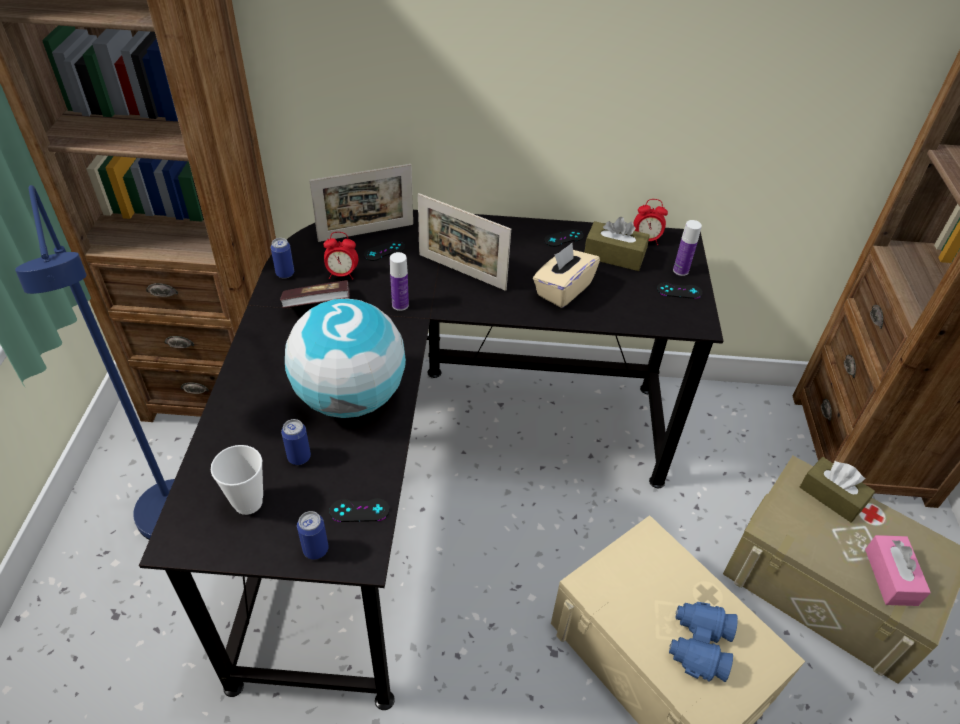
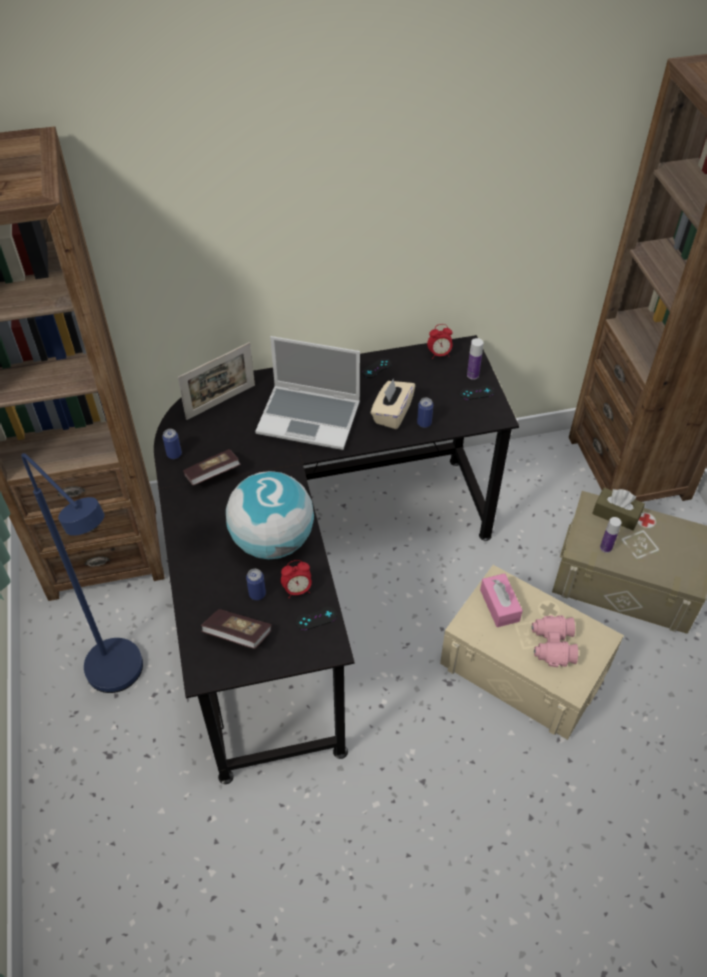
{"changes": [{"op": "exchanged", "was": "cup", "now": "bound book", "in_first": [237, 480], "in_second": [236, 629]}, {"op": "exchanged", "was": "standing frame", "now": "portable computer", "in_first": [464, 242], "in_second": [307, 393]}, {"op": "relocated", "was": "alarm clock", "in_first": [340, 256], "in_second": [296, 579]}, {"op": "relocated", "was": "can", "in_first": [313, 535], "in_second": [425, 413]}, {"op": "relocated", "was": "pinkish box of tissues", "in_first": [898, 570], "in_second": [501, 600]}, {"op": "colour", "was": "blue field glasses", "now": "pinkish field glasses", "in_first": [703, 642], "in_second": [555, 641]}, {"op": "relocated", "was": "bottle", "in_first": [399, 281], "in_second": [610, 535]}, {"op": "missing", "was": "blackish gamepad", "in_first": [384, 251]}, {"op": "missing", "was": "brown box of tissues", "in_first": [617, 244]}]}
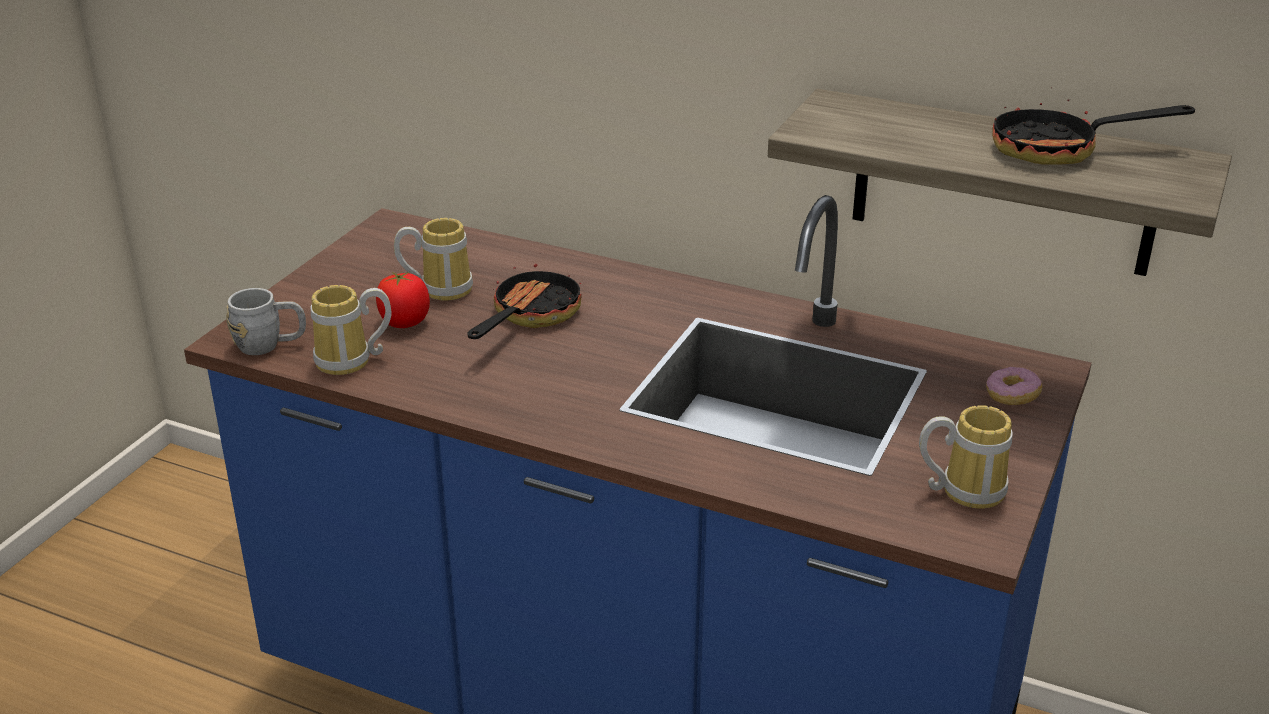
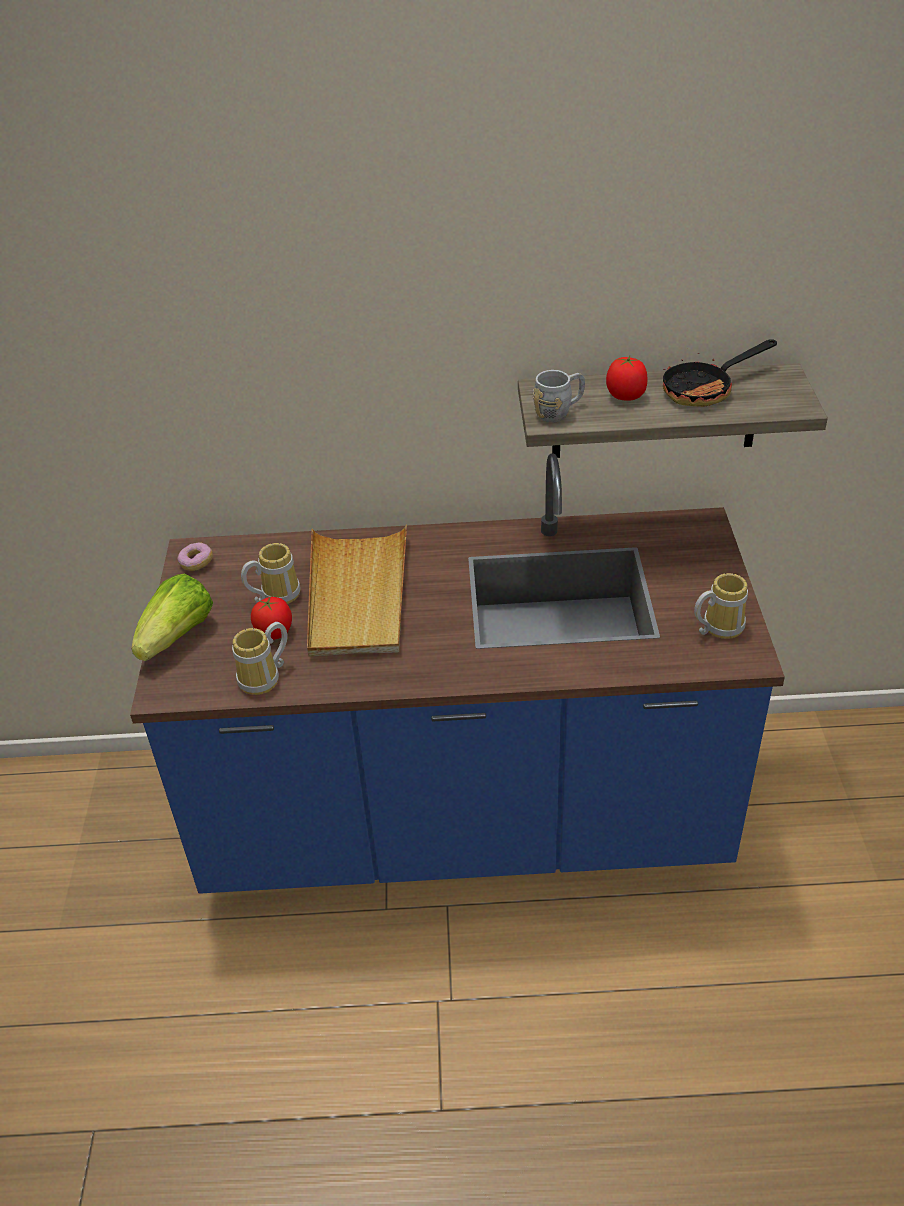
{"changes": [{"op": "appeared", "now": "lettuce head", "in_second": [172, 617]}, {"op": "relocated", "was": "ring doughnut", "in_first": [1014, 386], "in_second": [195, 556]}, {"op": "exchanged", "was": "frying pan", "now": "sand-coloured serving tray", "in_first": [524, 301], "in_second": [357, 590]}, {"op": "relocated", "was": "gray tea mug", "in_first": [266, 321], "in_second": [559, 396]}, {"op": "appeared", "now": "fresh tomato", "in_second": [626, 378]}]}
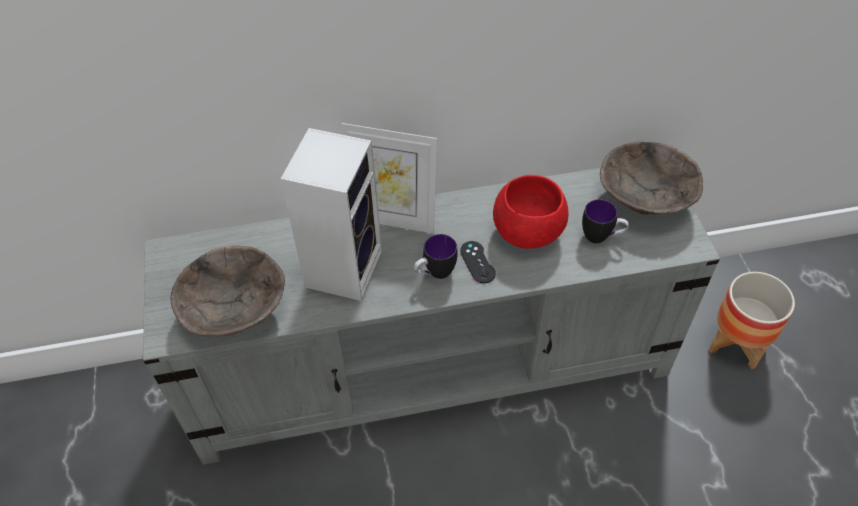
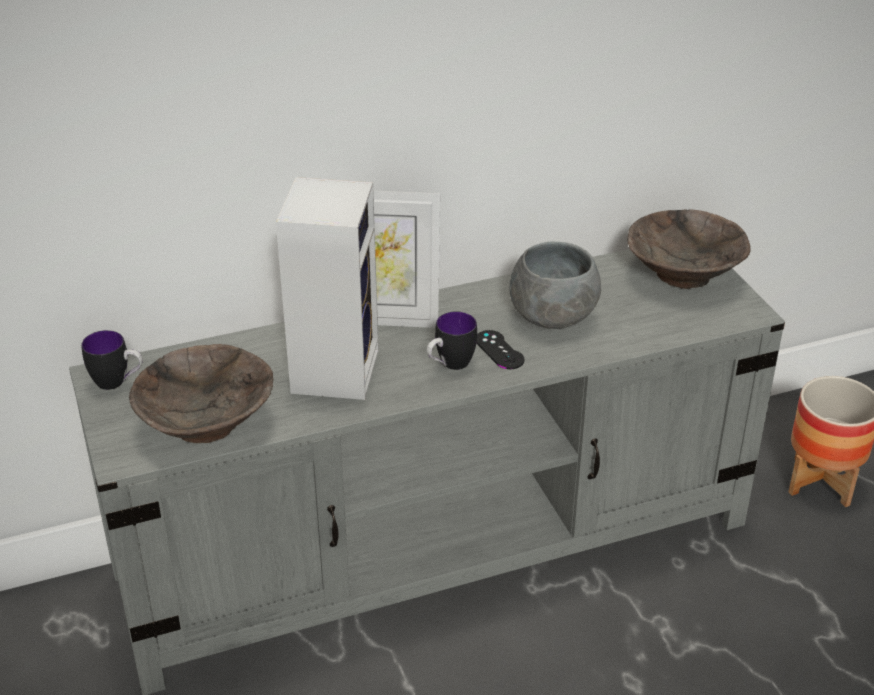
{"changes": [{"op": "relocated", "was": "tea mug", "in_first": [605, 221], "in_second": [112, 360]}, {"op": "colour", "was": "red deep dish", "now": "gray deep dish", "in_first": [530, 212], "in_second": [555, 285]}]}
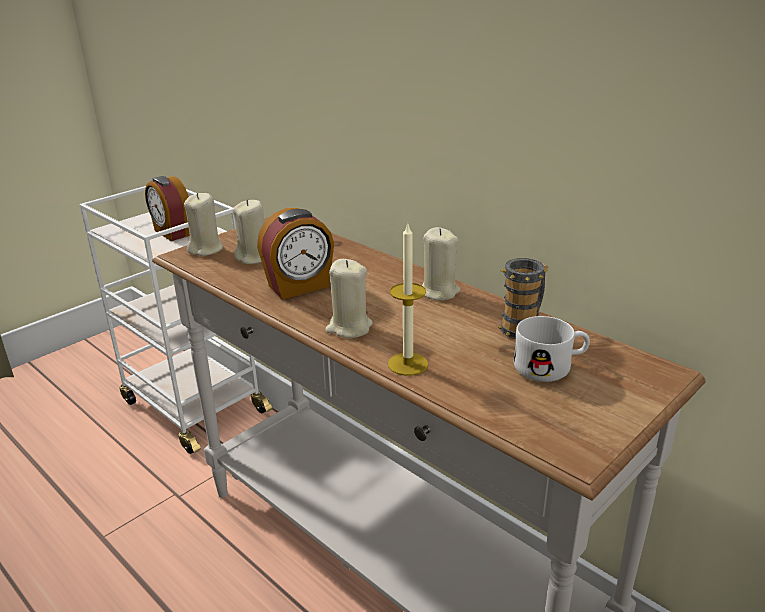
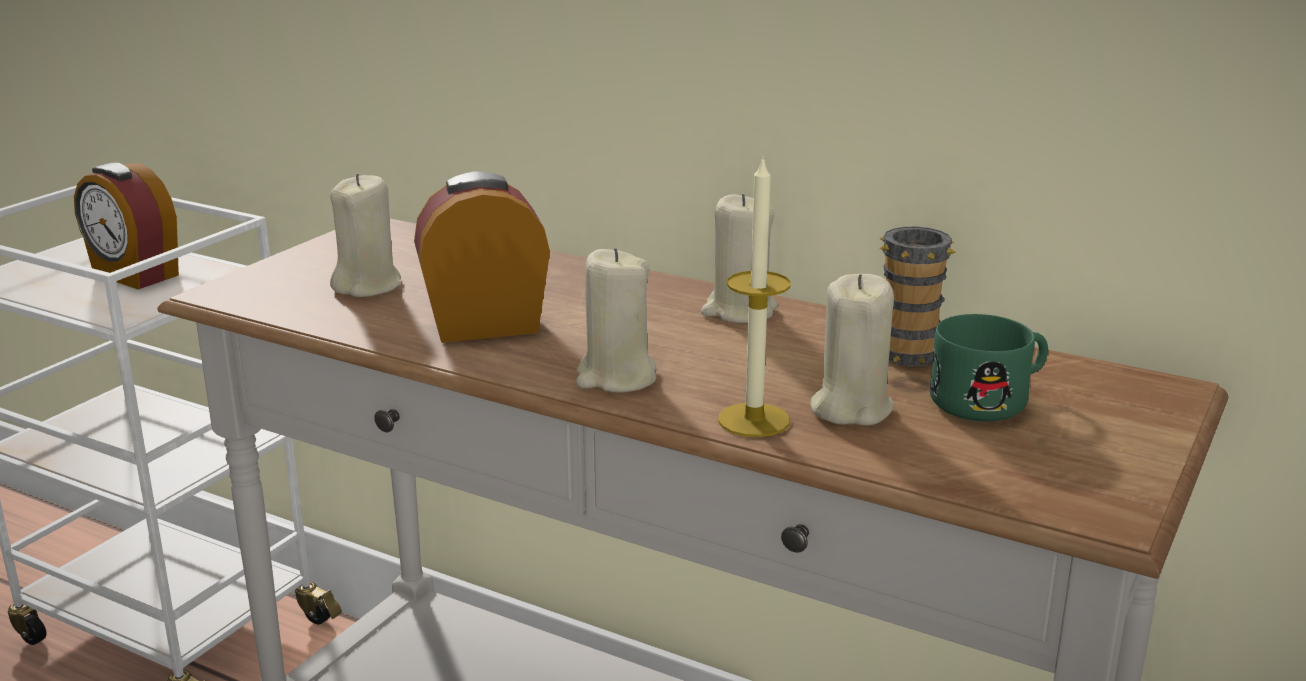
{"changes": [{"op": "spun", "was": "alarm clock", "in_first": [295, 254], "in_second": [482, 257], "clockwise": -150}, {"op": "relocated", "was": "sand-coloured wax light", "in_first": [203, 224], "in_second": [852, 350]}, {"op": "colour", "was": "white-coloured tea mug", "now": "green-coloured tea mug", "in_first": [552, 349], "in_second": [989, 367]}]}
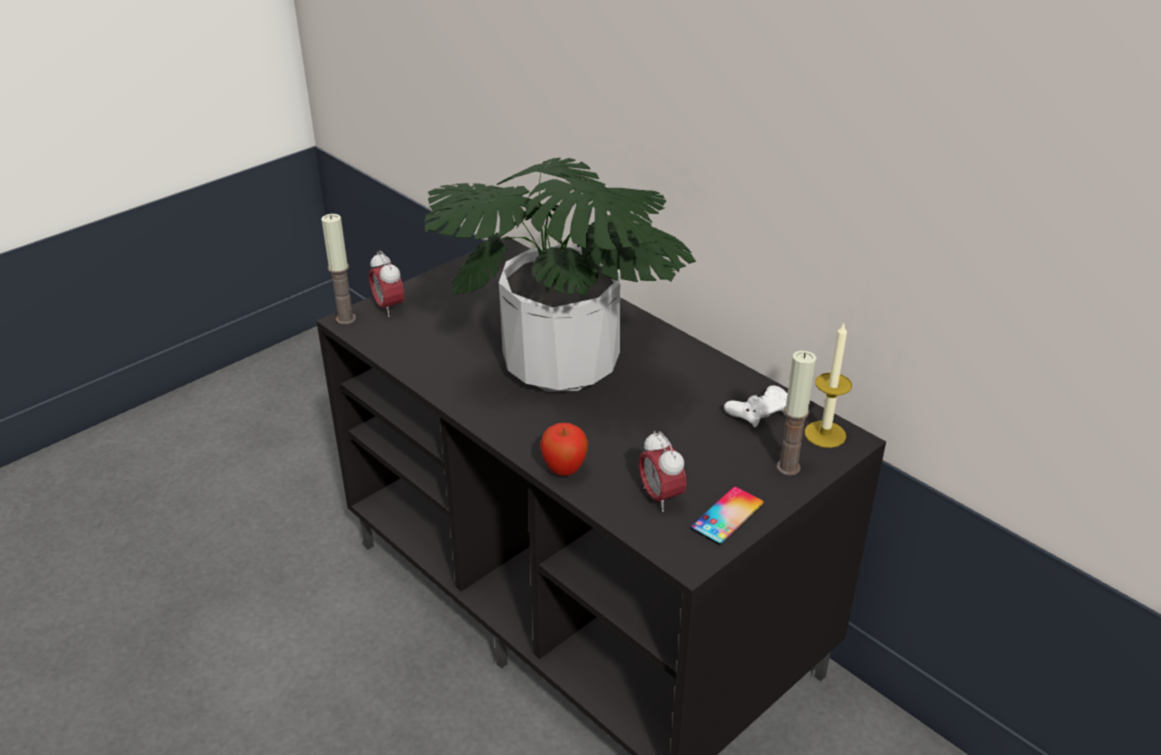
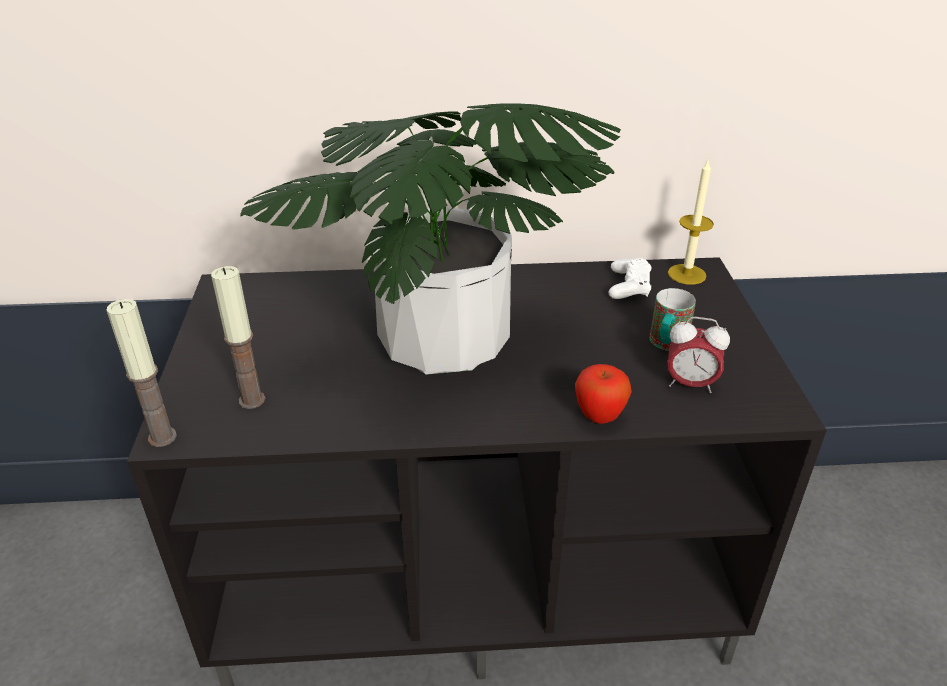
{"changes": [{"op": "relocated", "was": "wax light", "in_first": [796, 413], "in_second": [238, 337]}, {"op": "appeared", "now": "tea mug", "in_second": [673, 319]}, {"op": "missing", "was": "alarm clock", "in_first": [386, 284]}, {"op": "missing", "was": "phone", "in_first": [727, 516]}]}
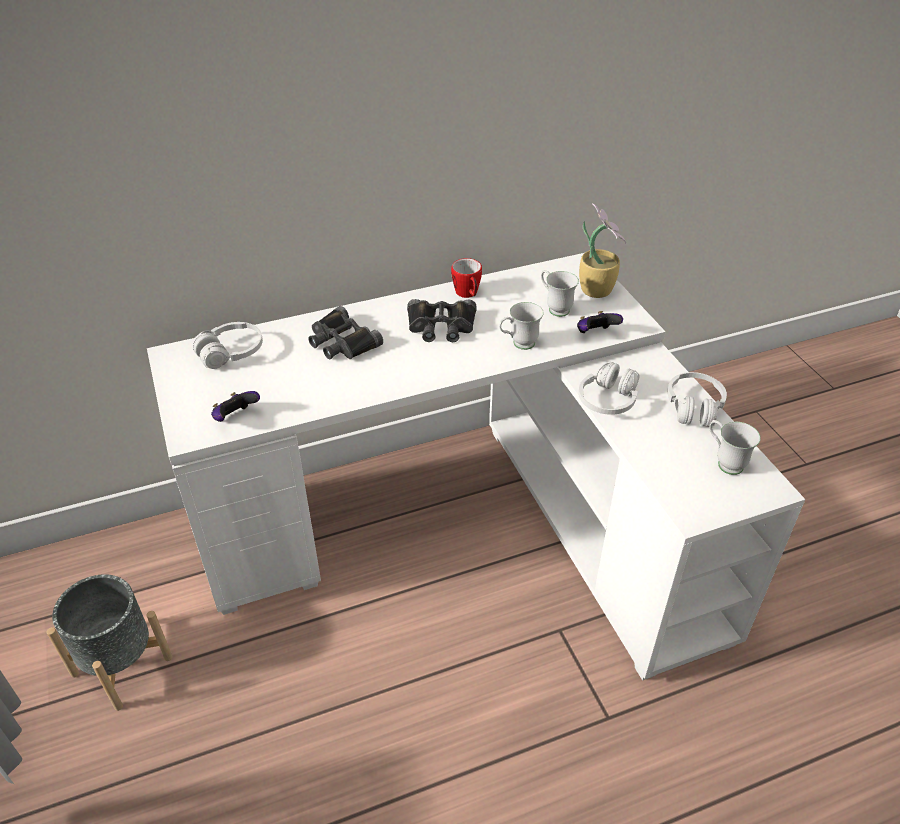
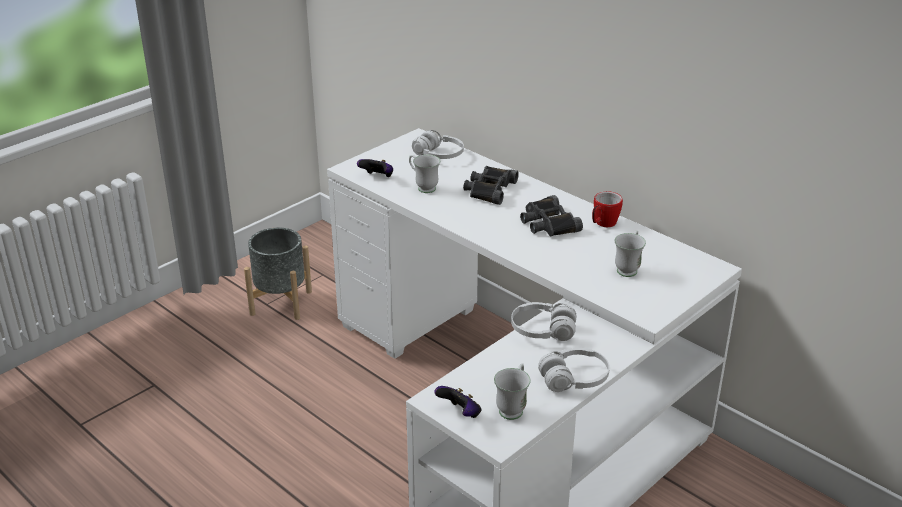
{"changes": [{"op": "relocated", "was": "white-coloured tea mug", "in_first": [521, 326], "in_second": [424, 174]}, {"op": "relocated", "was": "gamepad", "in_first": [600, 322], "in_second": [457, 402]}, {"op": "missing", "was": "potted plant", "in_first": [602, 250]}]}
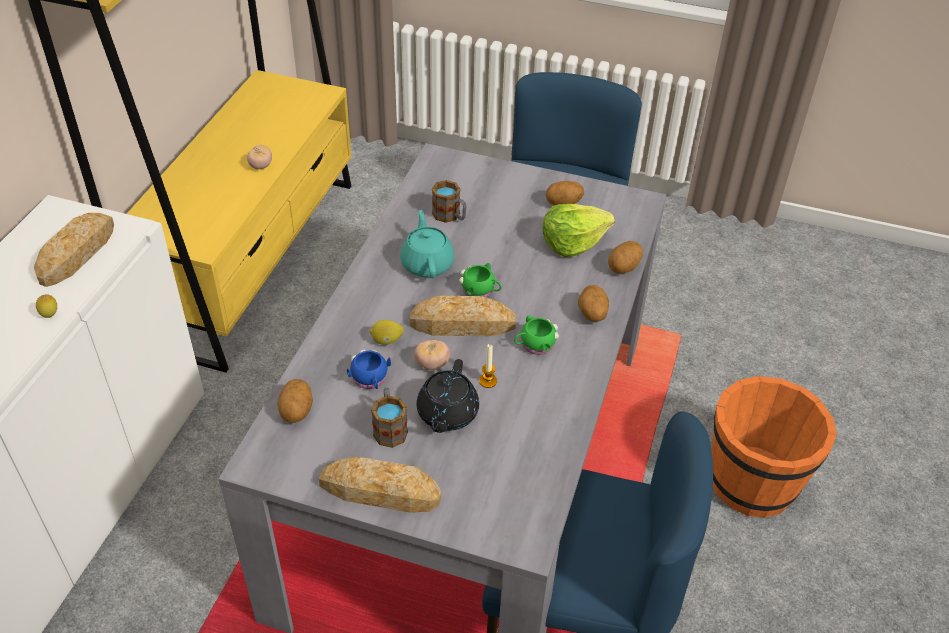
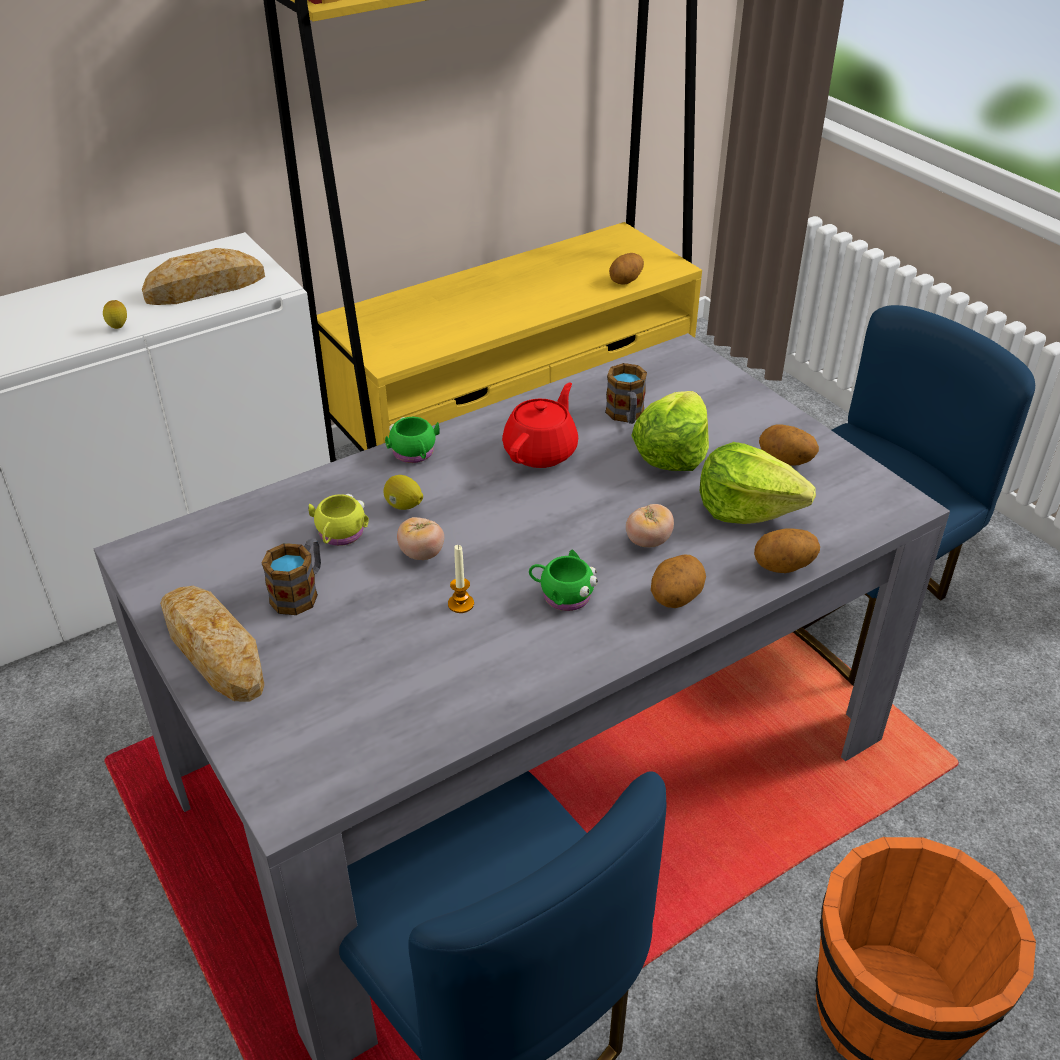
{"changes": [{"op": "colour", "was": "blue tea mug", "now": "yellowish tea mug", "in_first": [369, 369], "in_second": [338, 520]}, {"op": "relocated", "was": "green-coloured tea mug", "in_first": [480, 280], "in_second": [412, 440]}, {"op": "colour", "was": "blue-green teapot", "now": "red teapot", "in_first": [427, 244], "in_second": [540, 425]}, {"op": "relocated", "was": "potato", "in_first": [295, 401], "in_second": [626, 269]}, {"op": "relocated", "was": "fresh tomato", "in_first": [259, 157], "in_second": [650, 525]}, {"op": "appeared", "now": "lettuce head", "in_second": [670, 431]}, {"op": "missing", "was": "bread", "in_first": [463, 316]}, {"op": "missing", "was": "blackish teapot", "in_first": [448, 396]}]}
